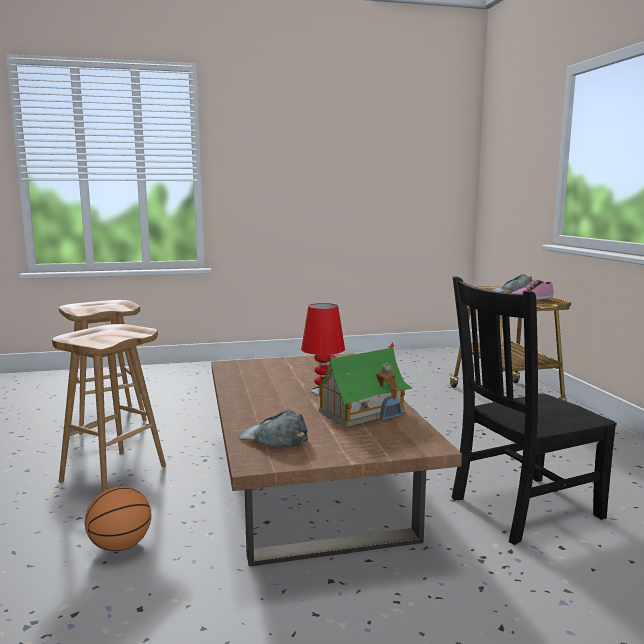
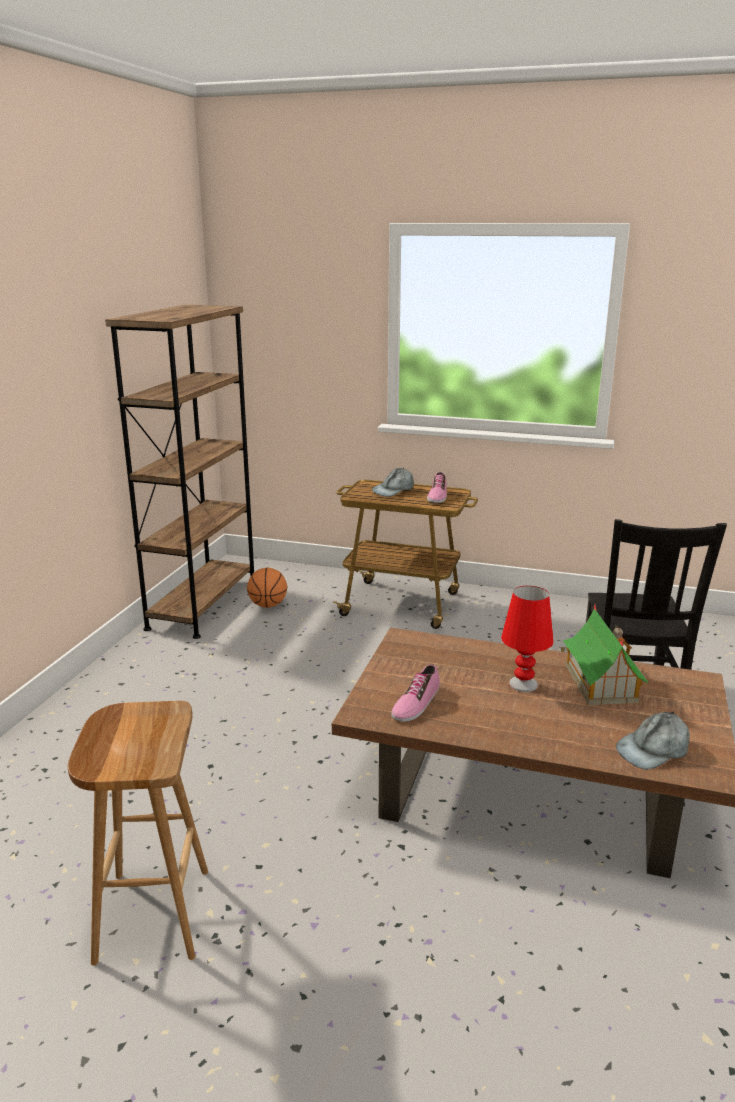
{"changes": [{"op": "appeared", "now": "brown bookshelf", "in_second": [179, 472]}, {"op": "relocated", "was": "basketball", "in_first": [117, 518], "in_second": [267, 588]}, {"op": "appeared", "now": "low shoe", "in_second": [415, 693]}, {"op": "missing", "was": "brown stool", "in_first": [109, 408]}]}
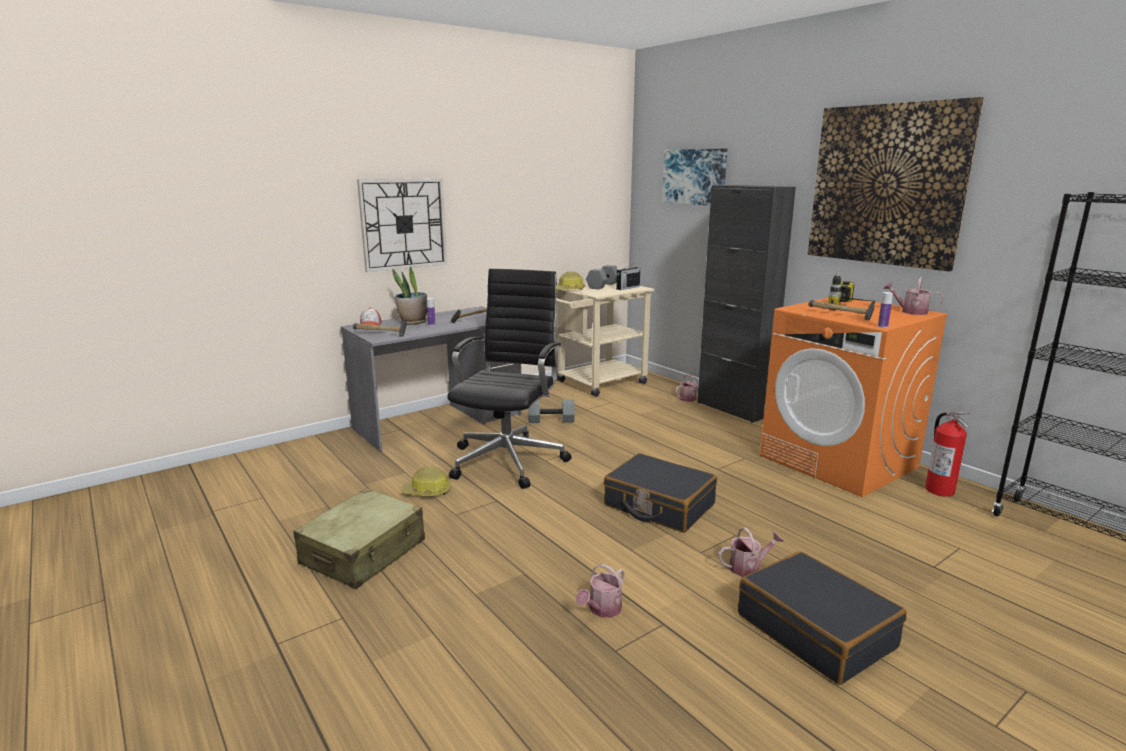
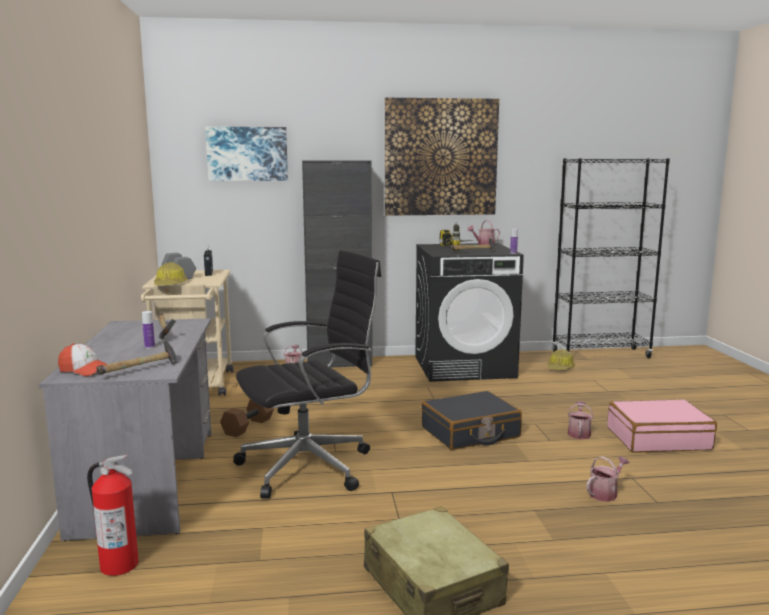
{"changes": [{"op": "relocated", "was": "fire-fighting cylinder", "in_first": [947, 454], "in_second": [113, 515]}, {"op": "colour", "was": "gray dumbbell", "now": "brown dumbbell", "in_first": [551, 411], "in_second": [247, 418]}, {"op": "spun", "was": "blackish desk chair", "in_first": [509, 379], "in_second": [307, 374], "clockwise": 105}, {"op": "colour", "was": "orangey laundry machine", "now": "blackish laundry machine", "in_first": [854, 397], "in_second": [469, 312]}, {"op": "relocated", "was": "safety helmet", "in_first": [426, 481], "in_second": [561, 359]}, {"op": "spun", "was": "sprinkling can", "in_first": [600, 591], "in_second": [608, 479], "clockwise": -105}, {"op": "colour", "was": "blackish travel case", "now": "pinkish travel case", "in_first": [822, 618], "in_second": [662, 425]}, {"op": "missing", "was": "clock on the wall", "in_first": [402, 225]}, {"op": "missing", "was": "potted plant", "in_first": [409, 295]}]}
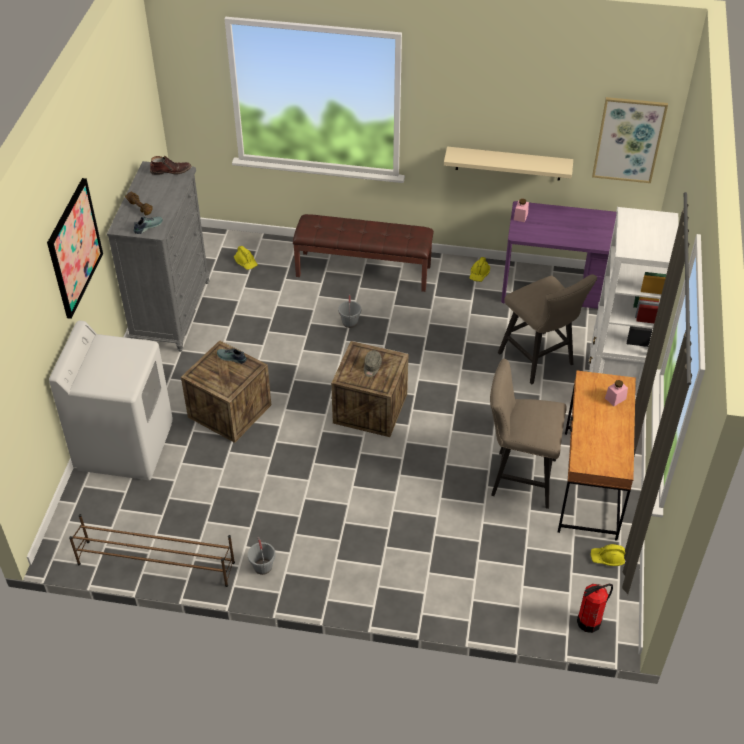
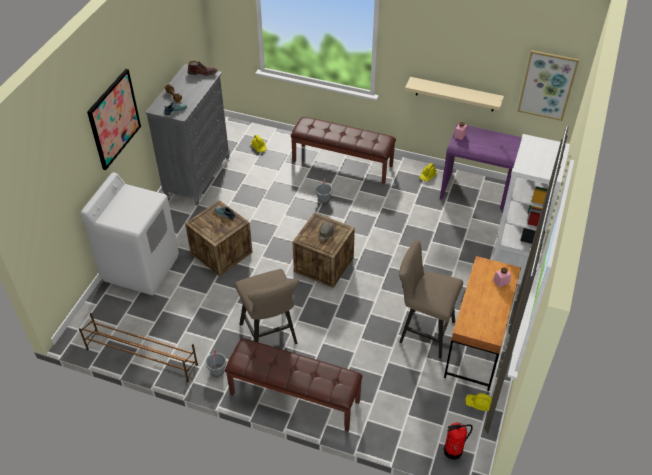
{"changes": [{"op": "appeared", "now": "brown long seat", "in_second": [294, 385]}, {"op": "relocated", "was": "sand-coloured stool", "in_first": [547, 329], "in_second": [267, 306]}]}
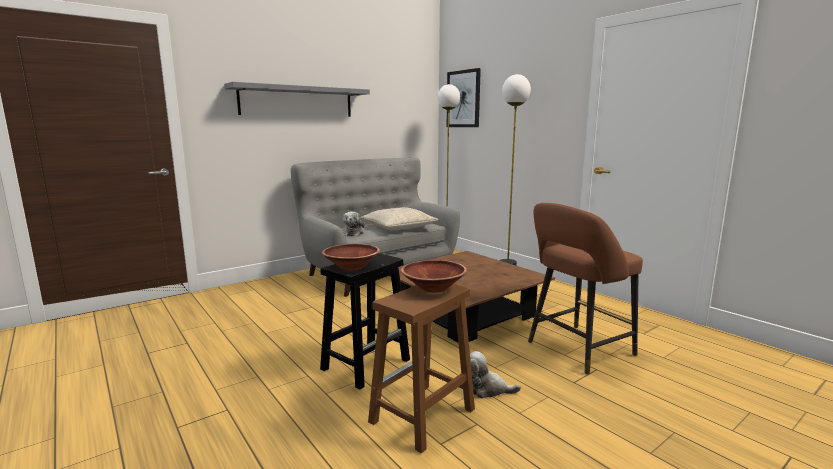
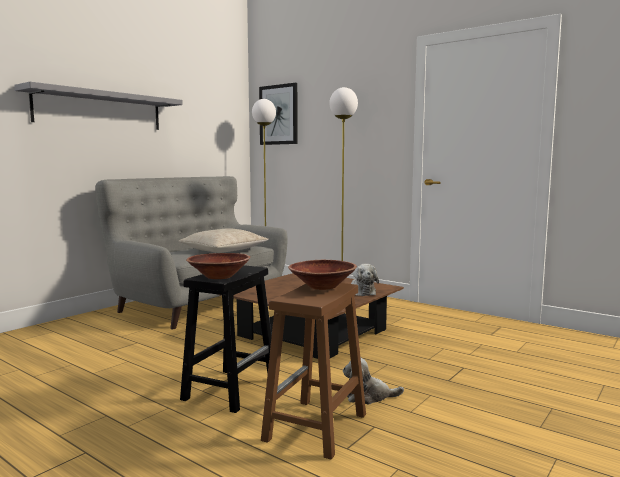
{"changes": [{"op": "relocated", "was": "plush toy", "in_first": [354, 224], "in_second": [365, 280]}, {"op": "missing", "was": "brown stool", "in_first": [585, 289]}]}
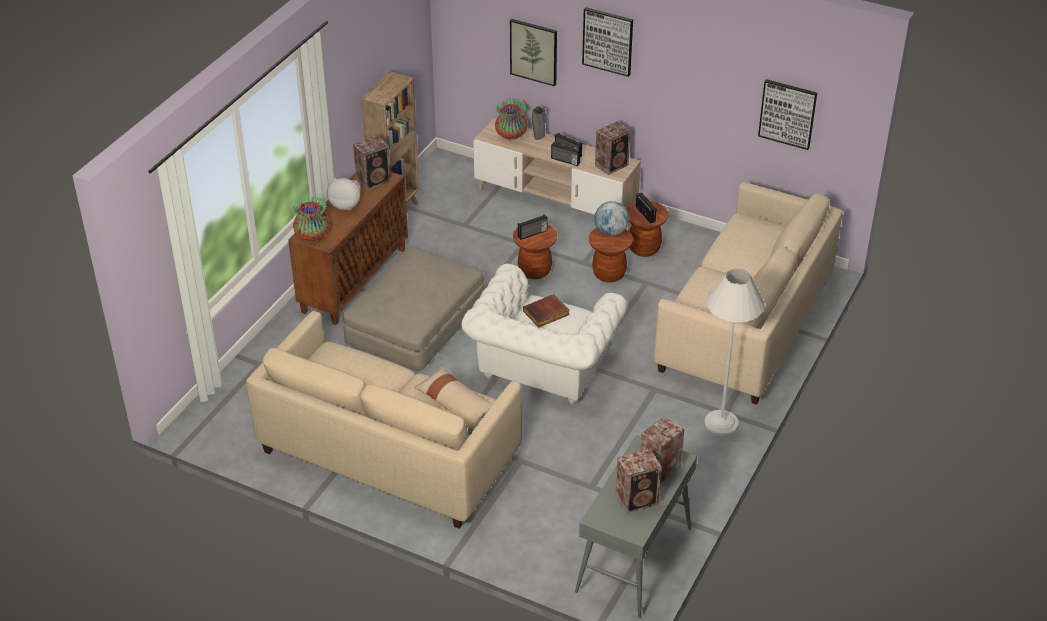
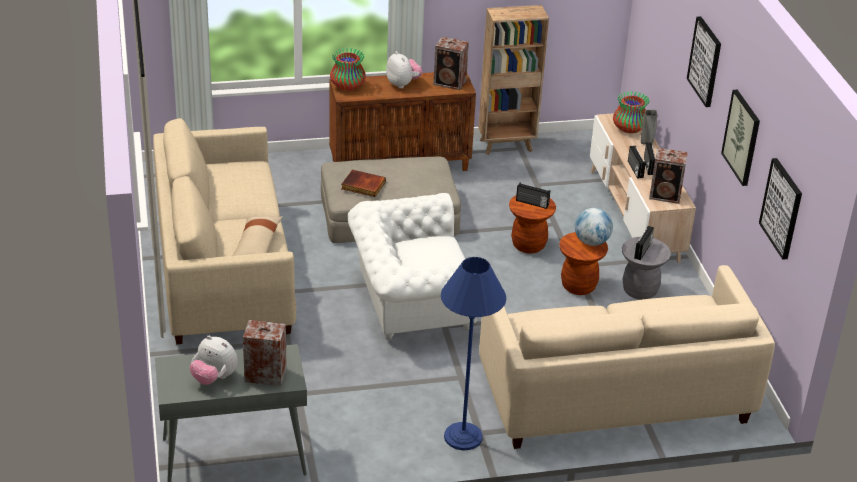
{"changes": [{"op": "exchanged", "was": "loudspeaker", "now": "plush toy", "in_first": [638, 481], "in_second": [214, 360]}, {"op": "relocated", "was": "bound book", "in_first": [546, 311], "in_second": [364, 183]}, {"op": "colour", "was": "white-coloured standing lamp", "now": "blue standing lamp", "in_first": [734, 352], "in_second": [473, 353]}, {"op": "colour", "was": "brown stool", "now": "gray stool", "in_first": [647, 229], "in_second": [646, 268]}, {"op": "relocated", "was": "picture", "in_first": [533, 52], "in_second": [740, 138]}]}
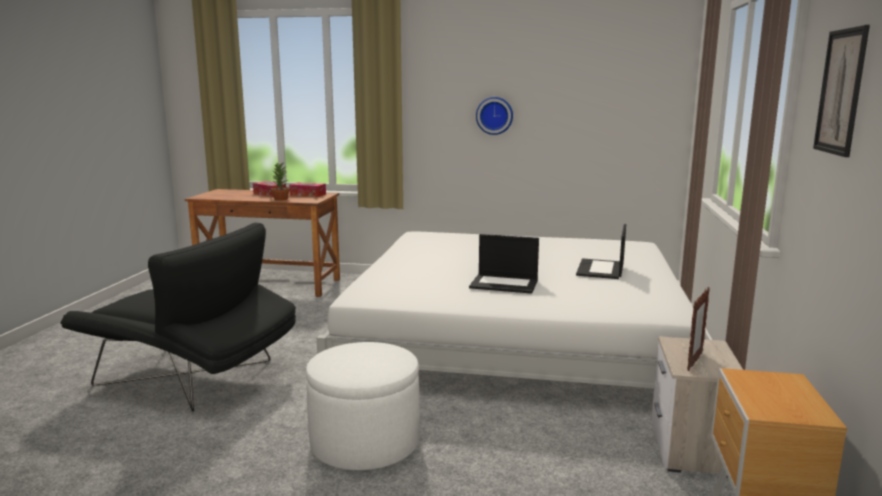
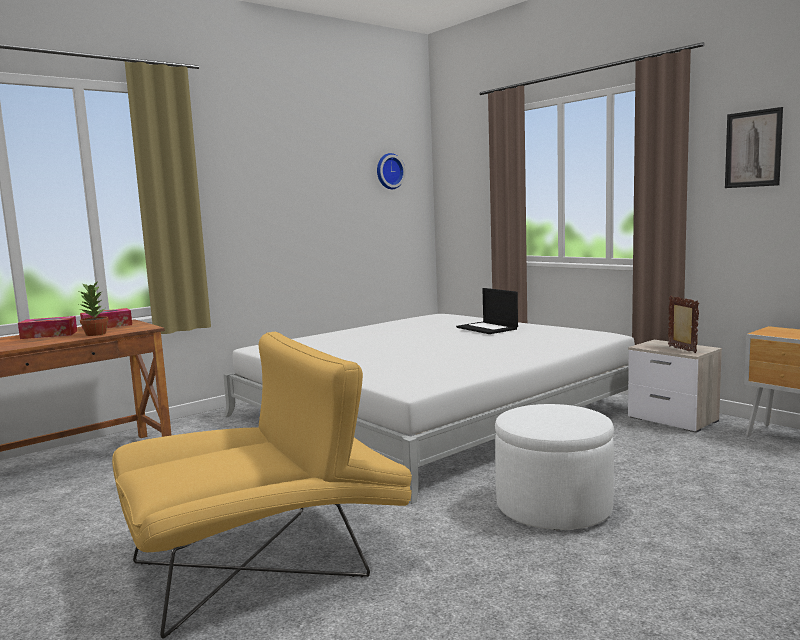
{"changes": [{"op": "colour", "was": "blackish armchair", "now": "yellowish armchair", "in_first": [178, 317], "in_second": [262, 485]}, {"op": "relocated", "was": "clock on the wall", "in_first": [494, 116], "in_second": [391, 171]}, {"op": "missing", "was": "portable computer", "in_first": [504, 264]}]}
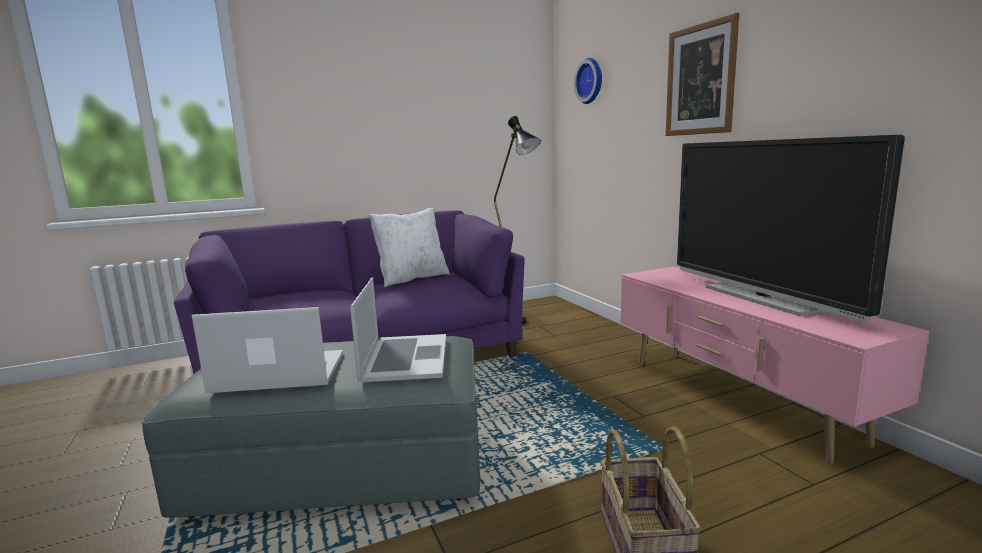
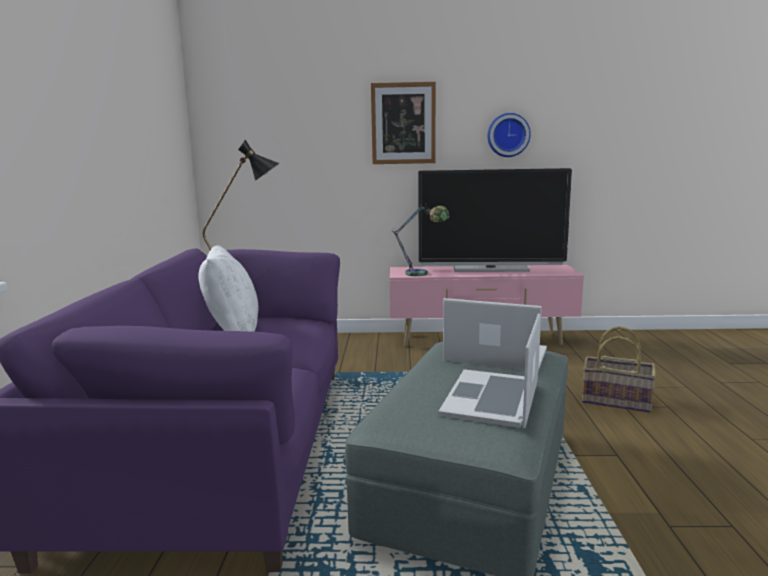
{"changes": [{"op": "appeared", "now": "table lamp", "in_second": [420, 239]}, {"op": "relocated", "was": "clock on the wall", "in_first": [588, 81], "in_second": [509, 135]}]}
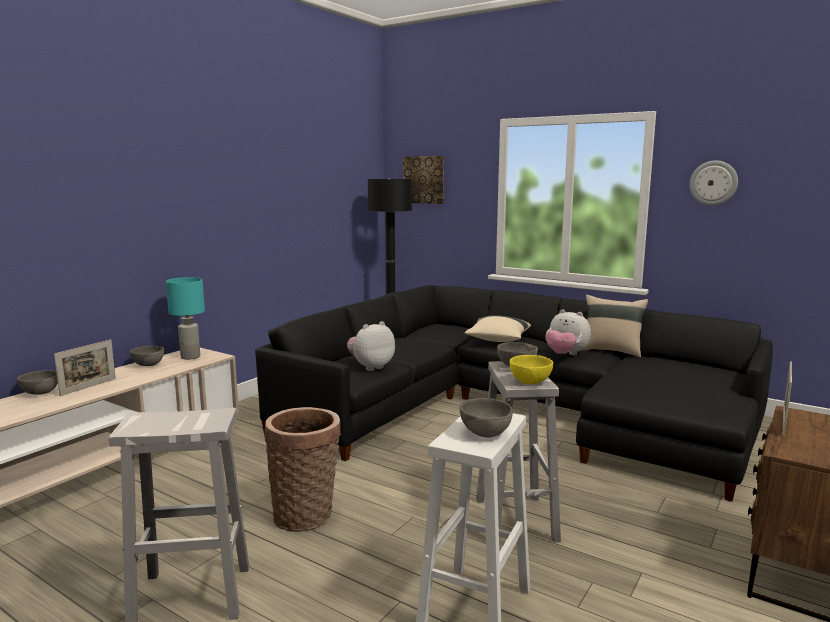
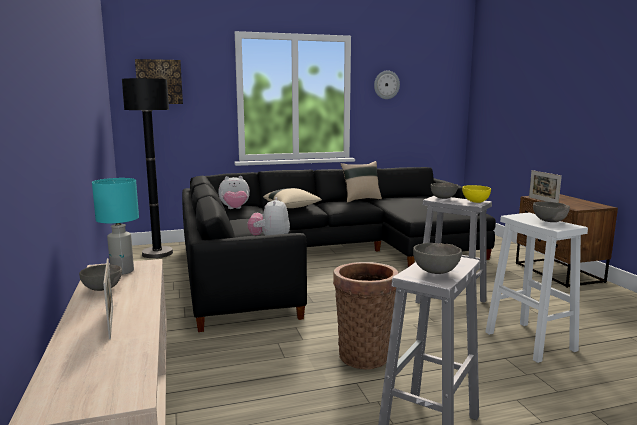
{"changes": [{"op": "relocated", "was": "plush toy", "in_first": [568, 332], "in_second": [234, 192]}, {"op": "relocated", "was": "gray deep dish", "in_first": [37, 382], "in_second": [437, 258]}]}
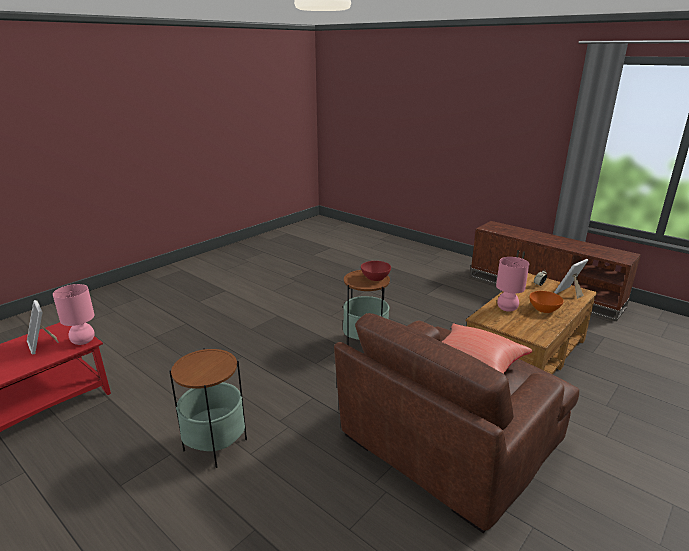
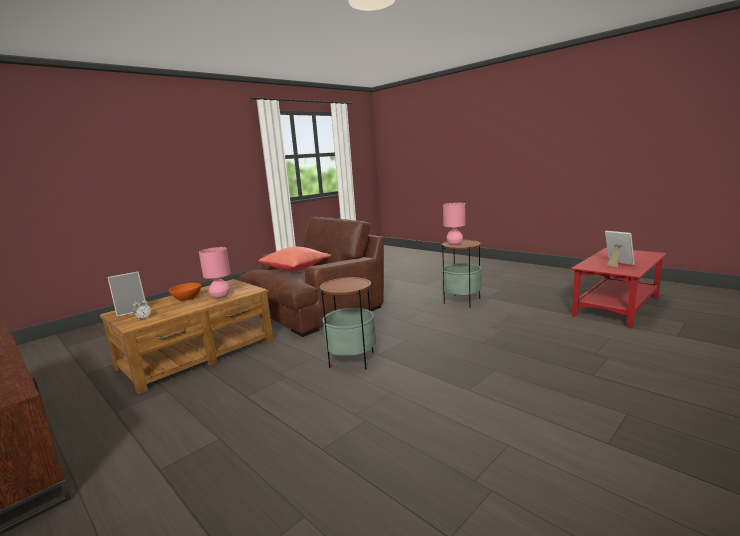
{"changes": [{"op": "relocated", "was": "pinkish table lamp", "in_first": [74, 314], "in_second": [454, 224]}, {"op": "missing", "was": "red deep dish", "in_first": [376, 271]}]}
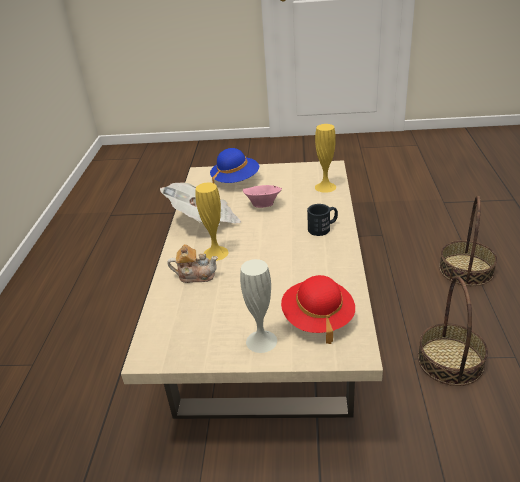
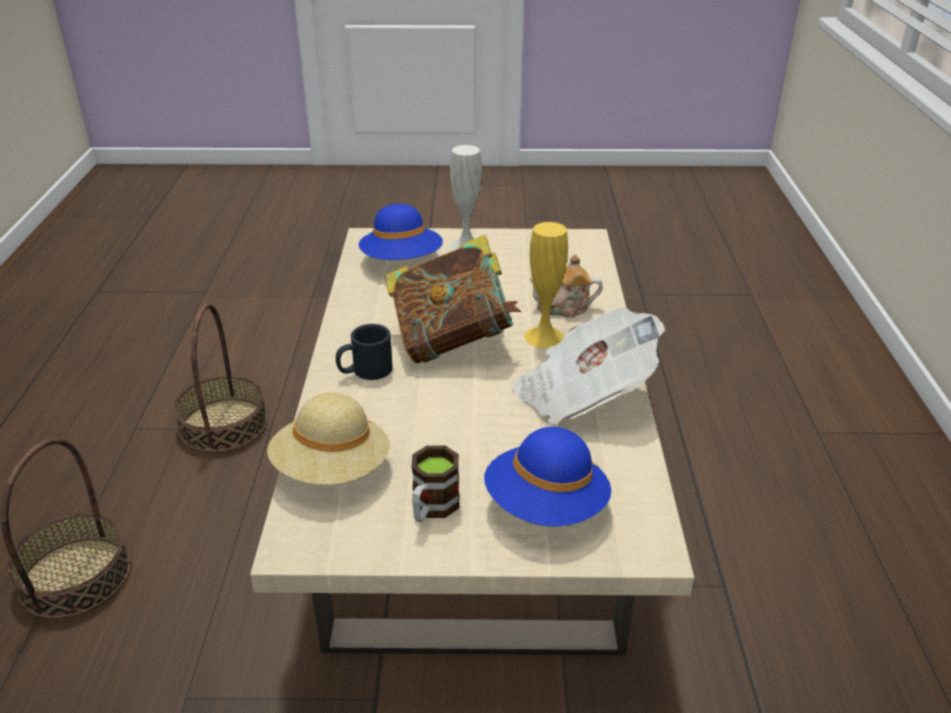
{"changes": [{"op": "exchanged", "was": "yellowish vase", "now": "sand-coloured clothing hat", "in_first": [325, 158], "in_second": [328, 439]}, {"op": "colour", "was": "red clothing hat", "now": "blue clothing hat", "in_first": [318, 309], "in_second": [401, 232]}, {"op": "appeared", "now": "bound book", "in_second": [453, 299]}, {"op": "appeared", "now": "tea mug", "in_second": [435, 484]}, {"op": "missing", "was": "pinkish deep dish", "in_first": [262, 196]}]}
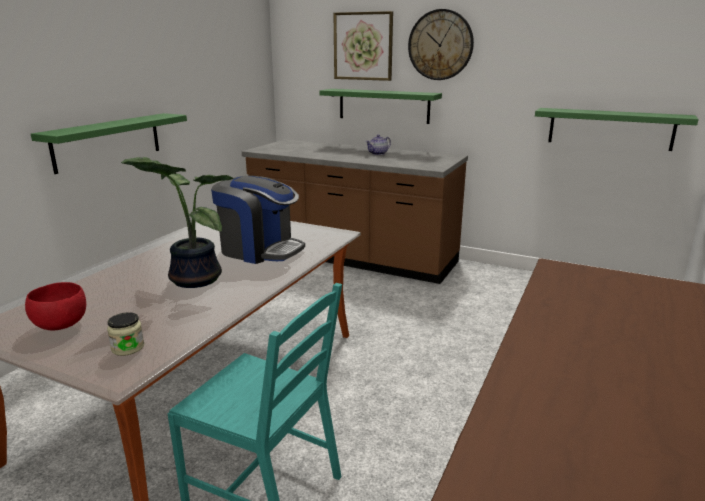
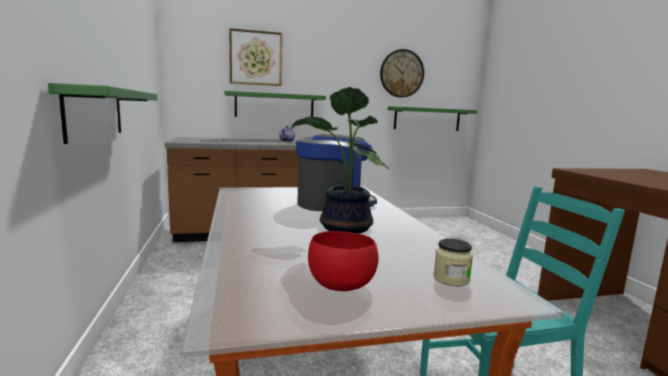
{"changes": [{"op": "relocated", "was": "clock on the wall", "in_first": [441, 44], "in_second": [402, 73]}]}
